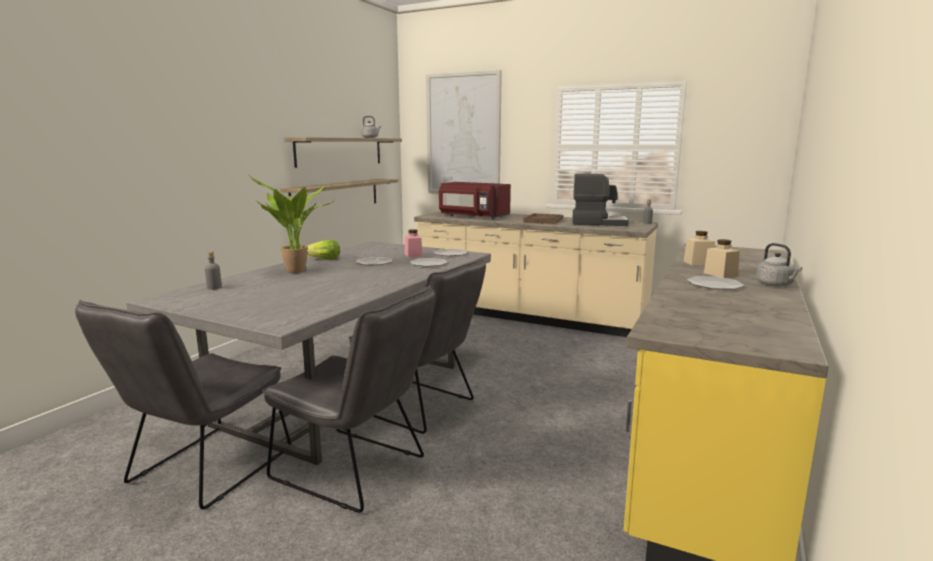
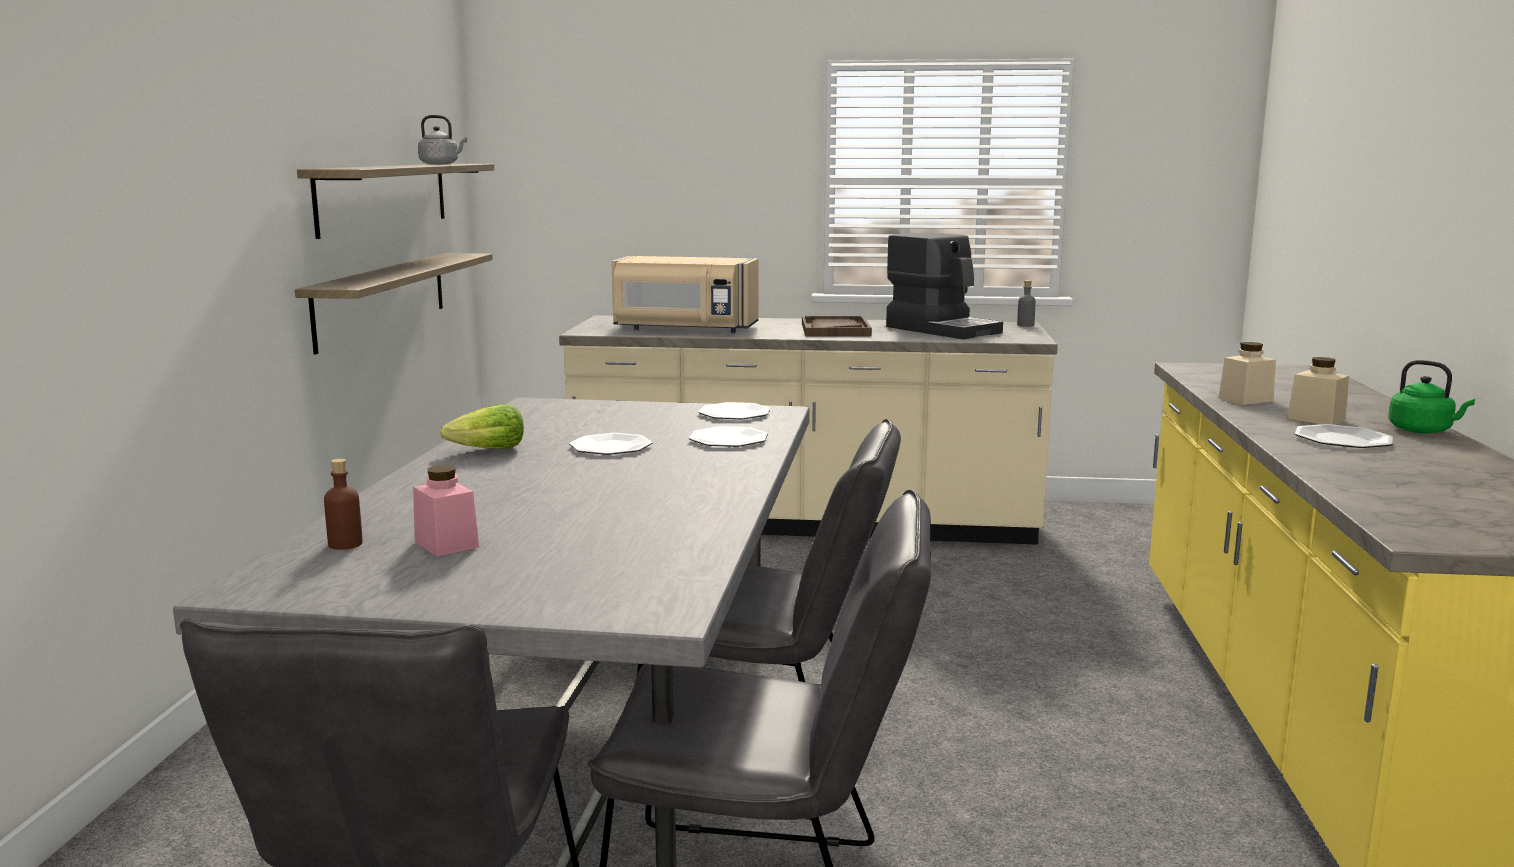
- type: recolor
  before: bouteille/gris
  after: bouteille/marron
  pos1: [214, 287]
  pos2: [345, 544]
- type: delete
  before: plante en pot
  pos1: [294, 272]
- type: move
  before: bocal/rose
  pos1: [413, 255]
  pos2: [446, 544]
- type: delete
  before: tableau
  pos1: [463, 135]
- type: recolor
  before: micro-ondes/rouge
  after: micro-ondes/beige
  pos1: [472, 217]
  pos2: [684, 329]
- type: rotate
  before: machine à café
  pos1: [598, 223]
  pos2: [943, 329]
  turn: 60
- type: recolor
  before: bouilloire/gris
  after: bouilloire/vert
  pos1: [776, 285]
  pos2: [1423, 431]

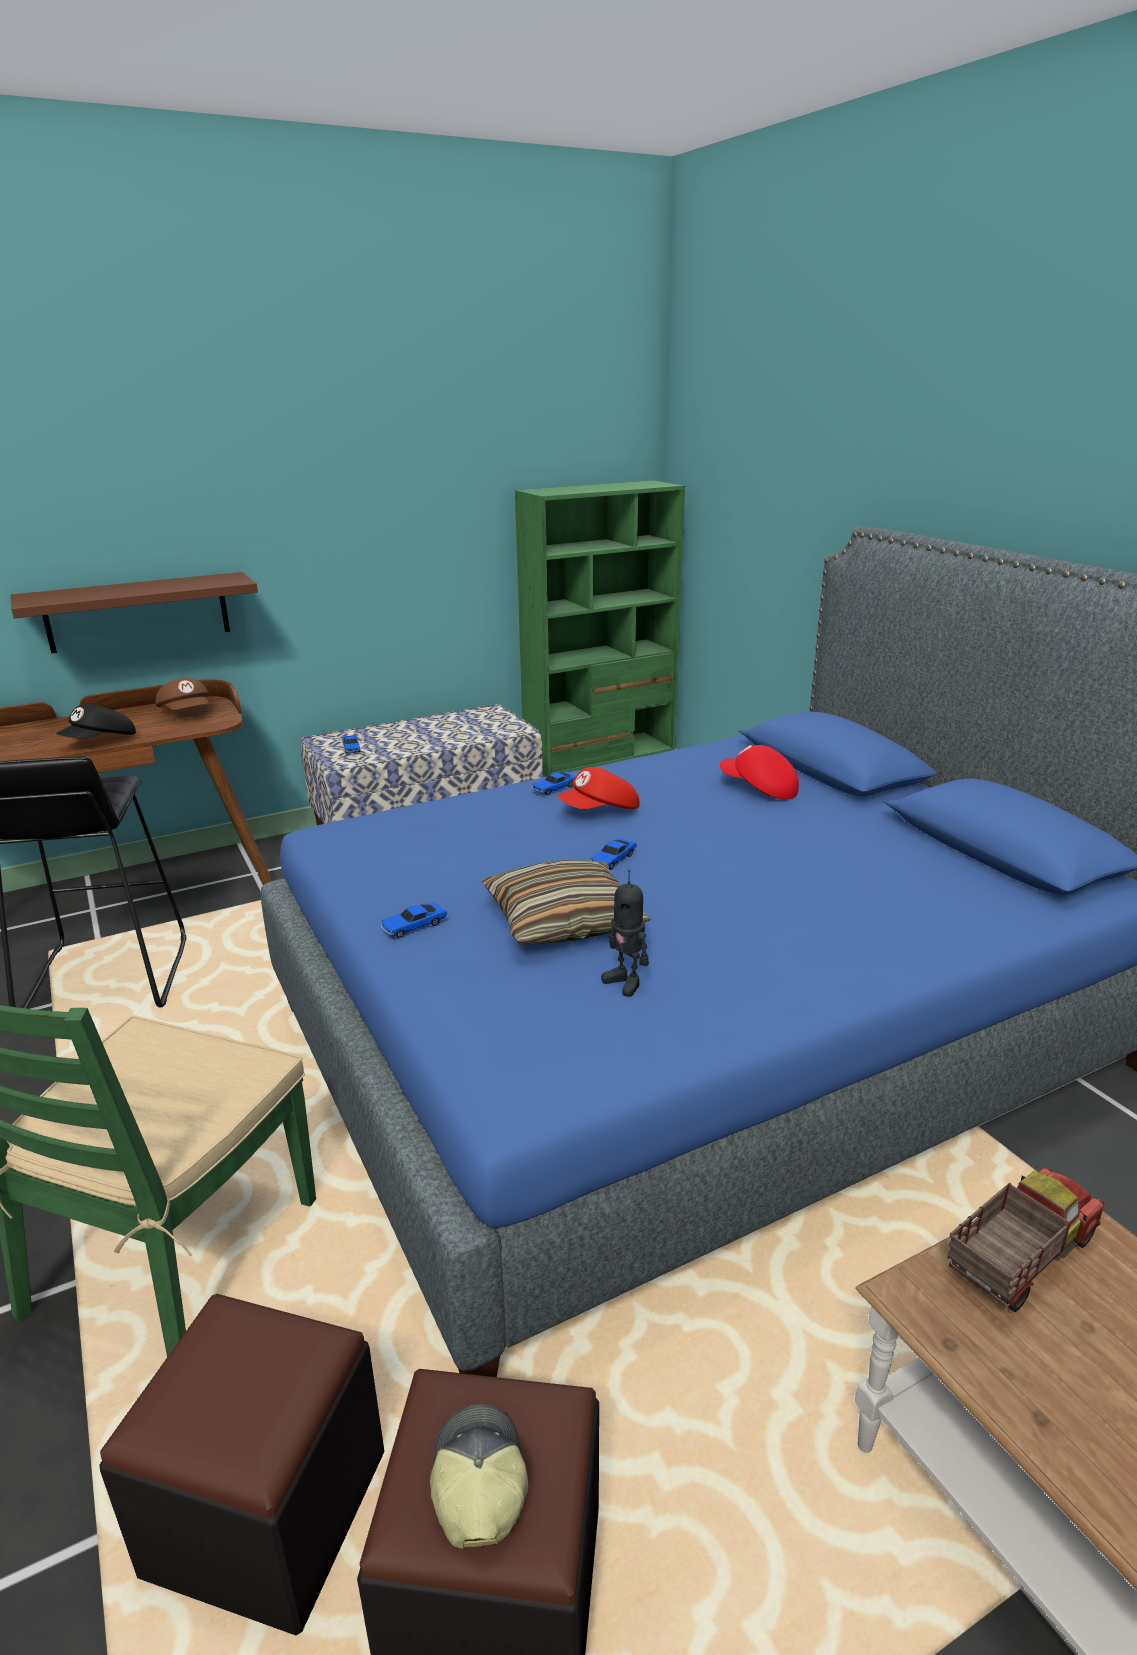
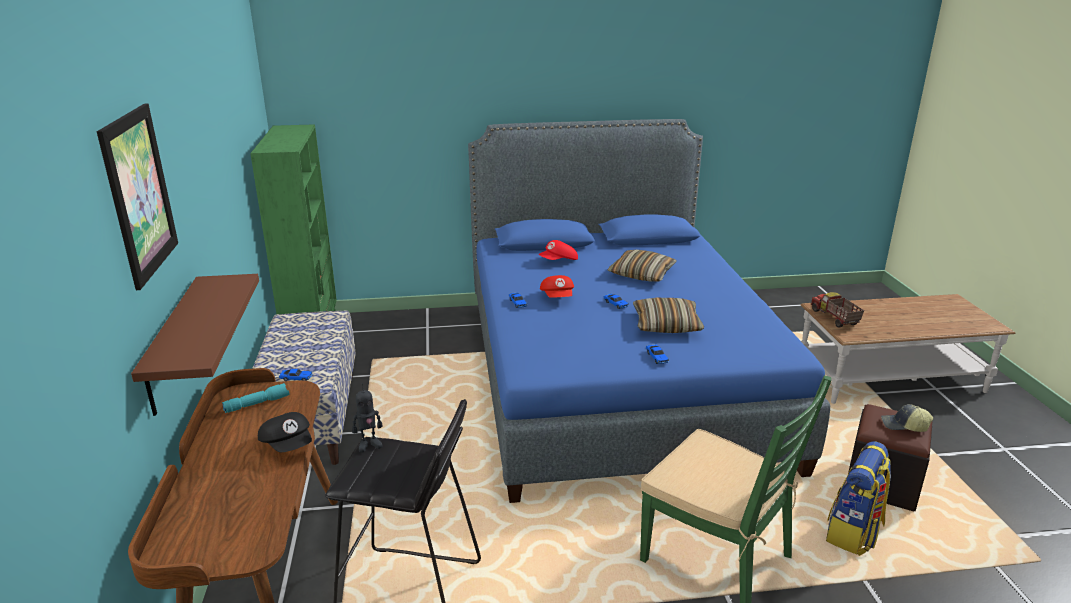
- type: replace
  before: pouf/noir
  after: sac à dos
  pos1: [267, 1511]
  pos2: [853, 533]
- type: replace
  before: casquette/marron
  after: lampe de poche/turquoise
  pos1: [187, 713]
  pos2: [257, 403]
- type: move
  before: robot jouet
  pos1: [625, 982]
  pos2: [369, 445]
- type: insert
  after: tableau
  pos2: [139, 194]
- type: insert
  after: coussin
  pos2: [642, 274]

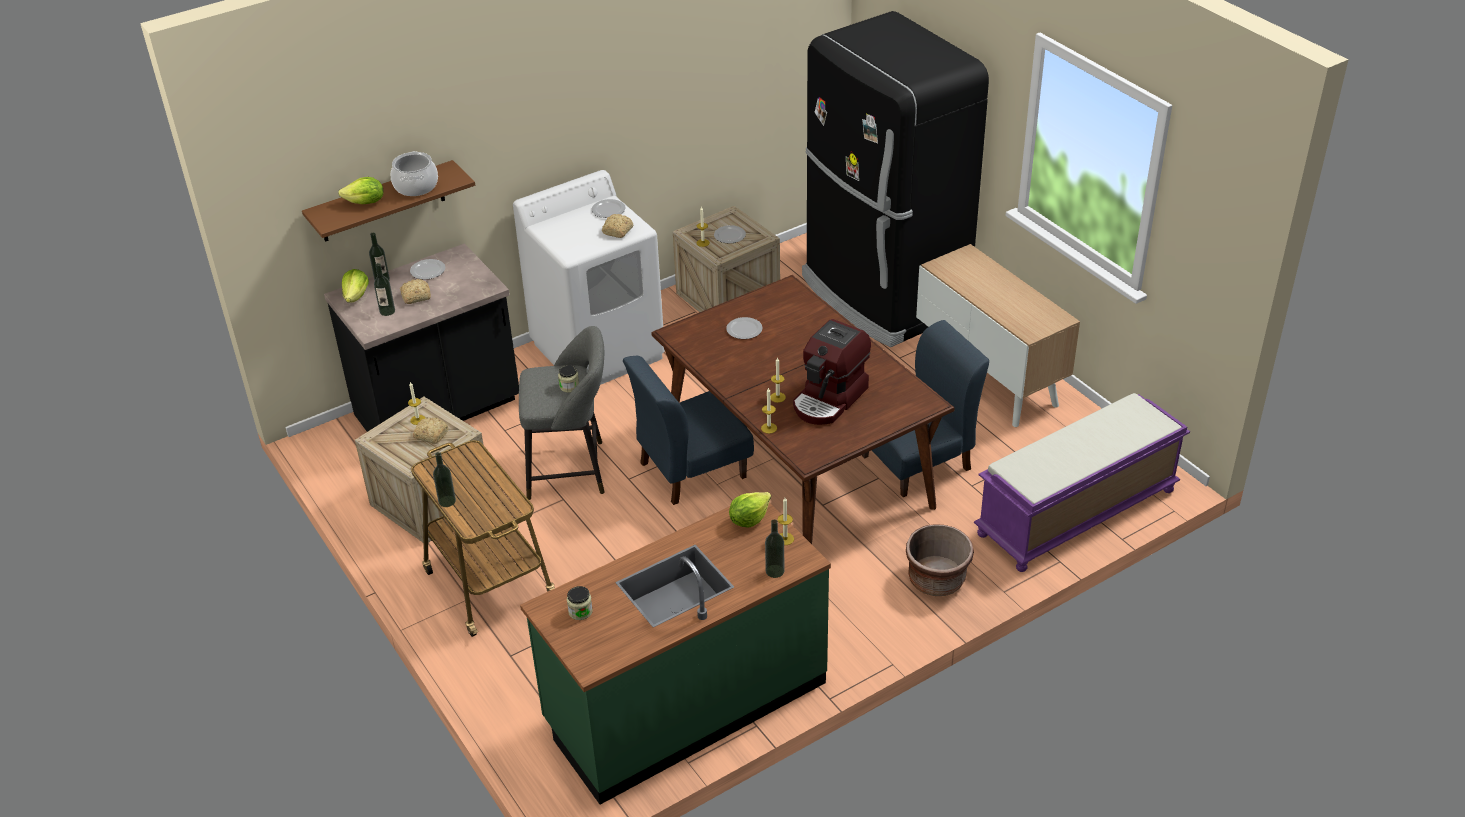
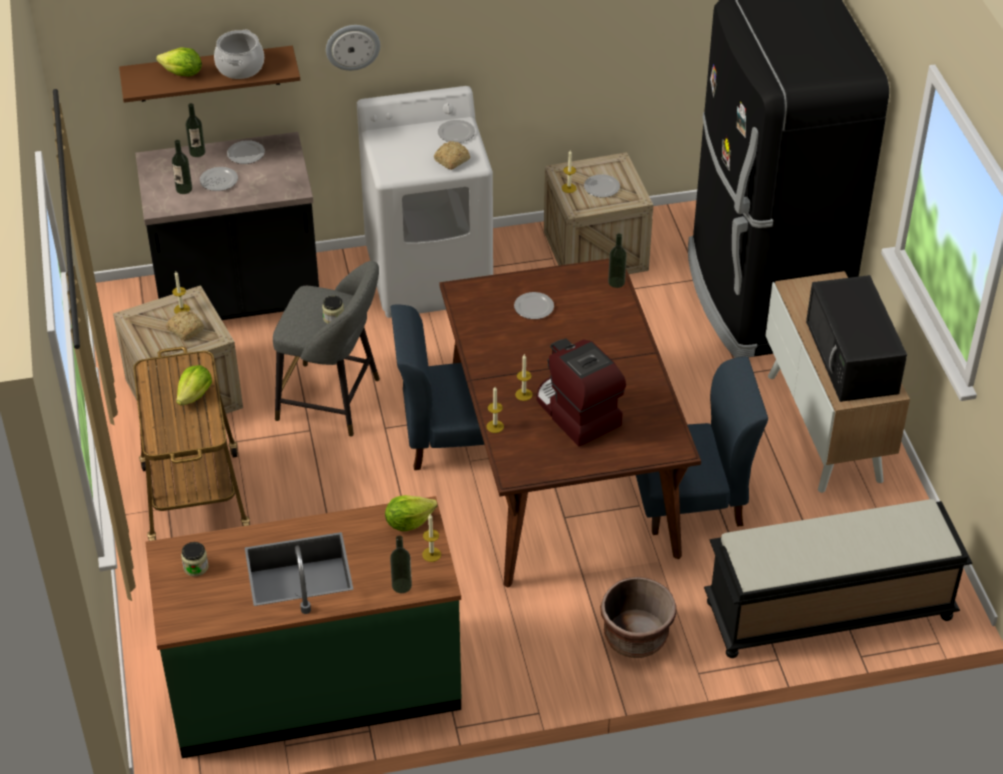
- type: move
  before: laitue
  pos1: [356, 296]
  pos2: [195, 395]
- type: replace
  before: pain
  after: assiette
  pos1: [415, 297]
  pos2: [218, 180]
- type: move
  before: bouteille
  pos1: [447, 501]
  pos2: [616, 282]
- type: rotate
  before: machine à café
  pos1: [830, 399]
  pos2: [576, 413]
  turn: 90
- type: recolor
  before: banc/violet
  after: banc/noir
  pos1: [1076, 513]
  pos2: [828, 612]
- type: insert
  after: horloge murale
  pos2: [352, 46]
- type: insert
  after: micro-ondes/noir
  pos2: [852, 358]

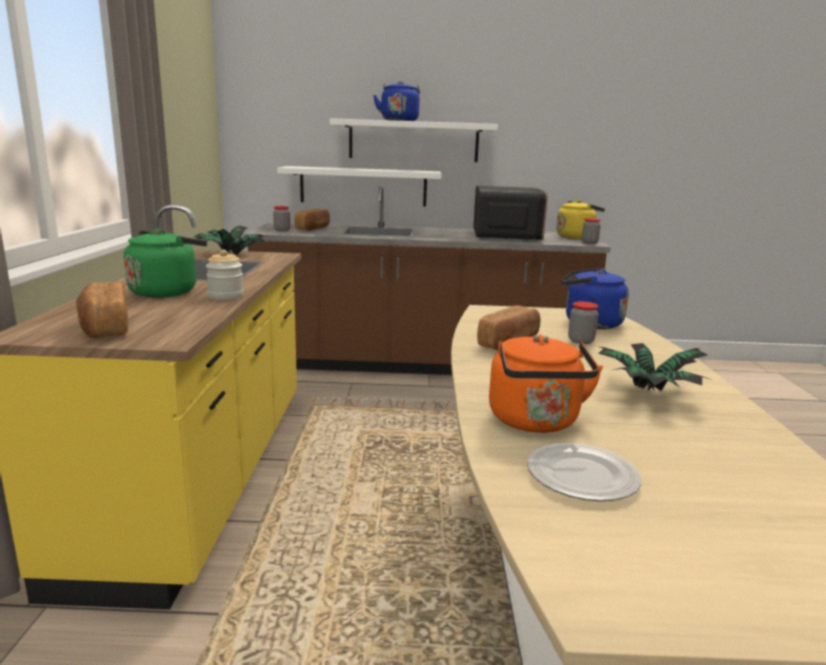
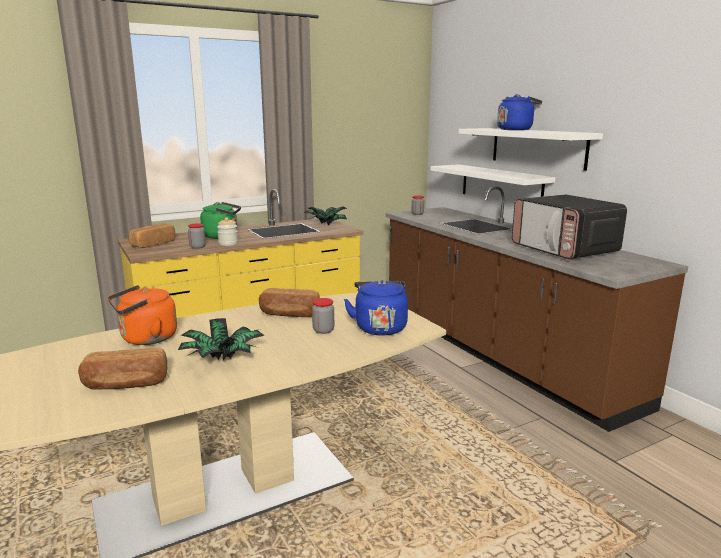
- type: move
  before: pain
  pos1: [313, 228]
  pos2: [126, 384]
- type: rotate
  before: micro-ondes
  pos1: [506, 236]
  pos2: [564, 249]
  turn: 90
- type: delete
  before: assiette
  pos1: [581, 476]
- type: delete
  before: bouilloire/jaune
  pos1: [576, 236]
- type: move
  before: bocal
  pos1: [589, 243]
  pos2: [197, 247]

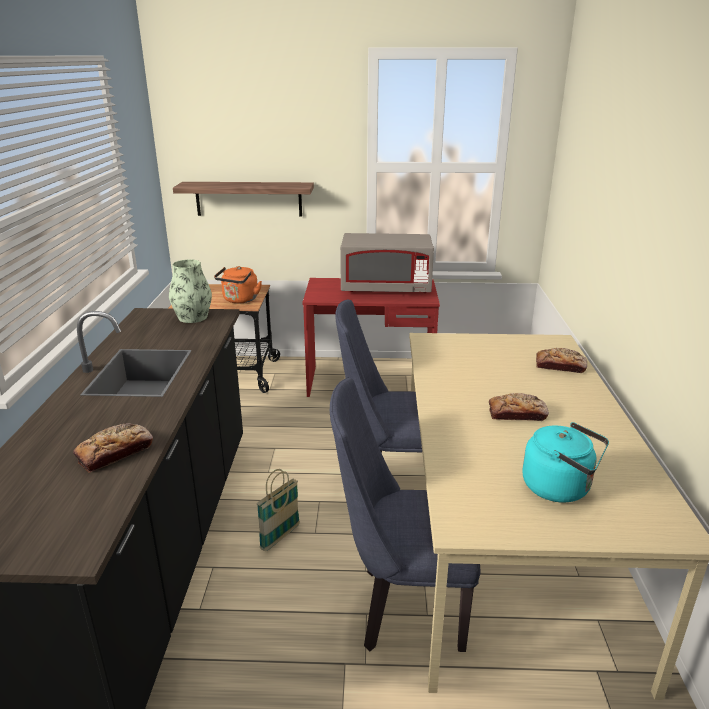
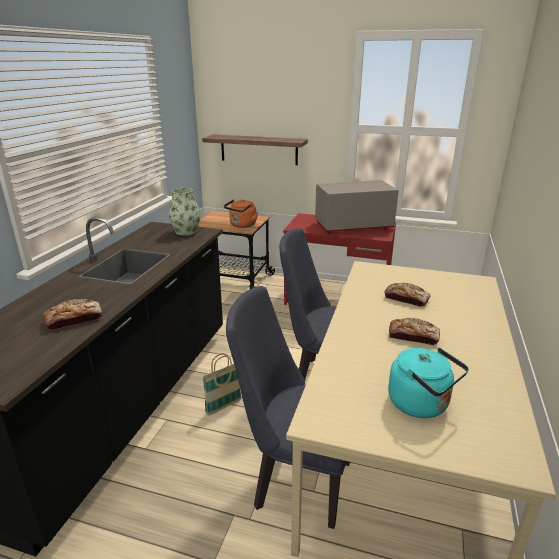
- type: rotate
  before: micro-ondes/gris
  pos1: [386, 288]
  pos2: [353, 226]
  turn: 150
- type: move
  before: pain
  pos1: [560, 366]
  pos2: [406, 299]

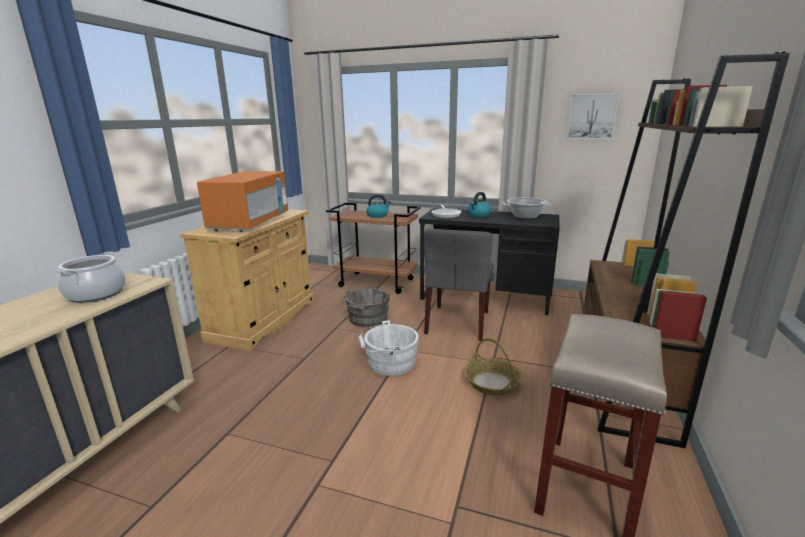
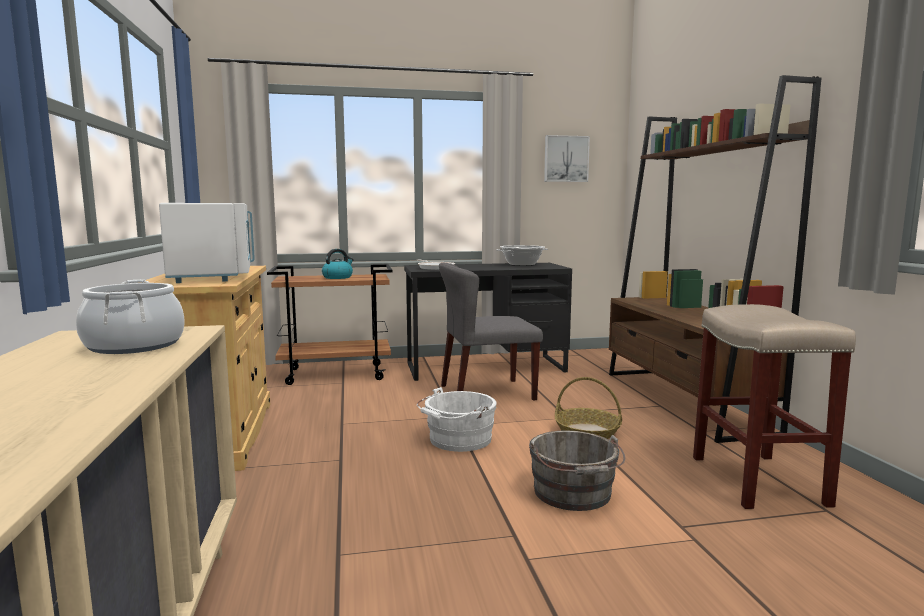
- type: recolor
  before: micro-ondes/orange
  after: micro-ondes/blanc
  pos1: [250, 223]
  pos2: [214, 276]
- type: move
  before: seau/gris
  pos1: [367, 319]
  pos2: [574, 494]
- type: rotate
  before: chaise/gris
  pos1: [458, 322]
  pos2: [486, 393]
  turn: 90
- type: delete
  before: bouilloire
  pos1: [478, 215]

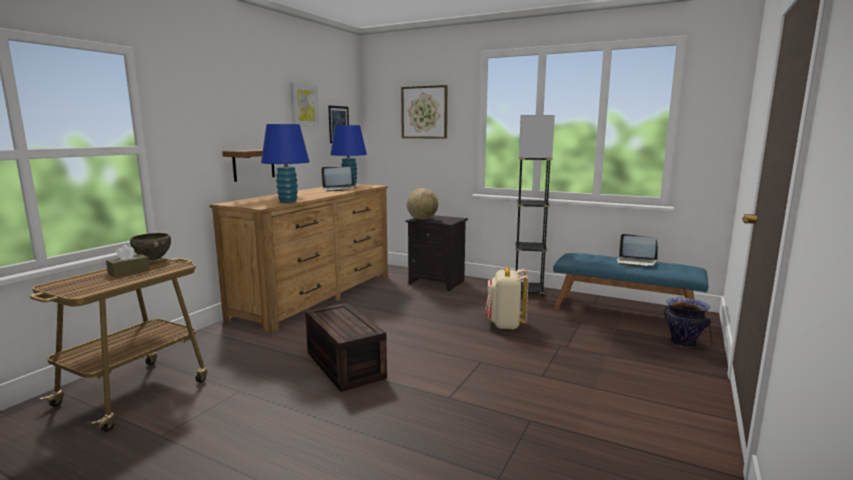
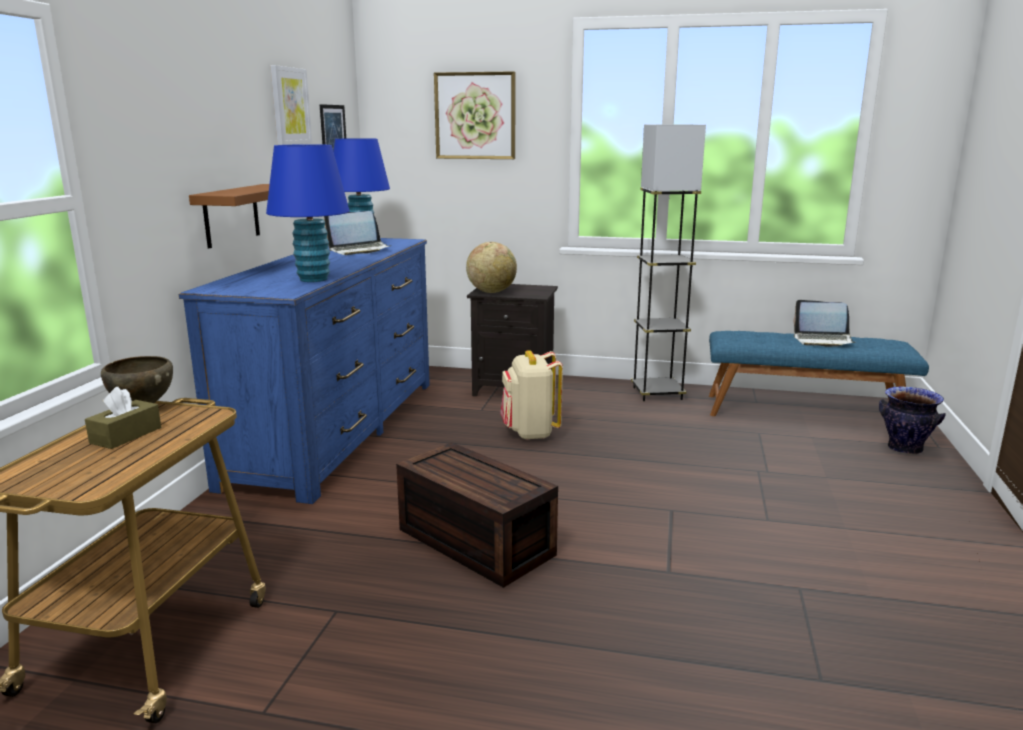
- type: recolor
  before: commode/marron
  after: commode/bleu
  pos1: [316, 295]
  pos2: [338, 430]
- type: move
  before: sac à dos/beige
  pos1: [505, 325]
  pos2: [530, 433]

